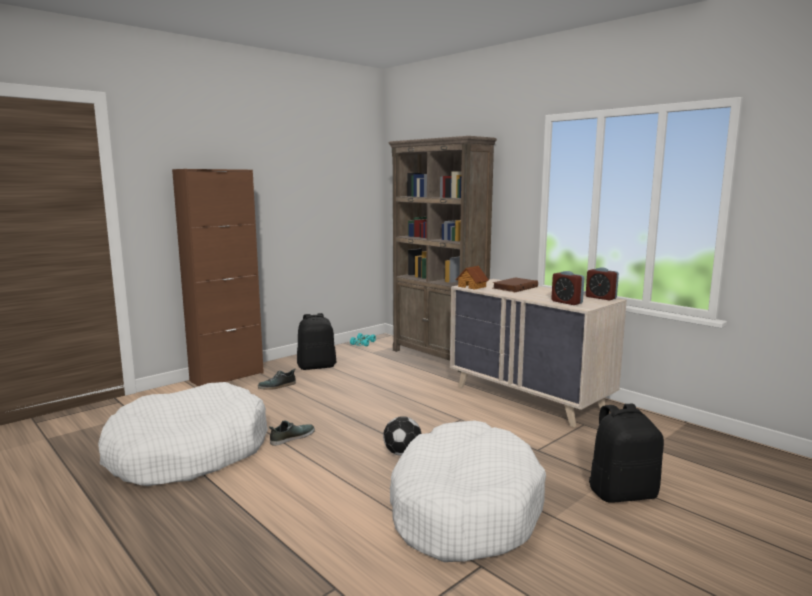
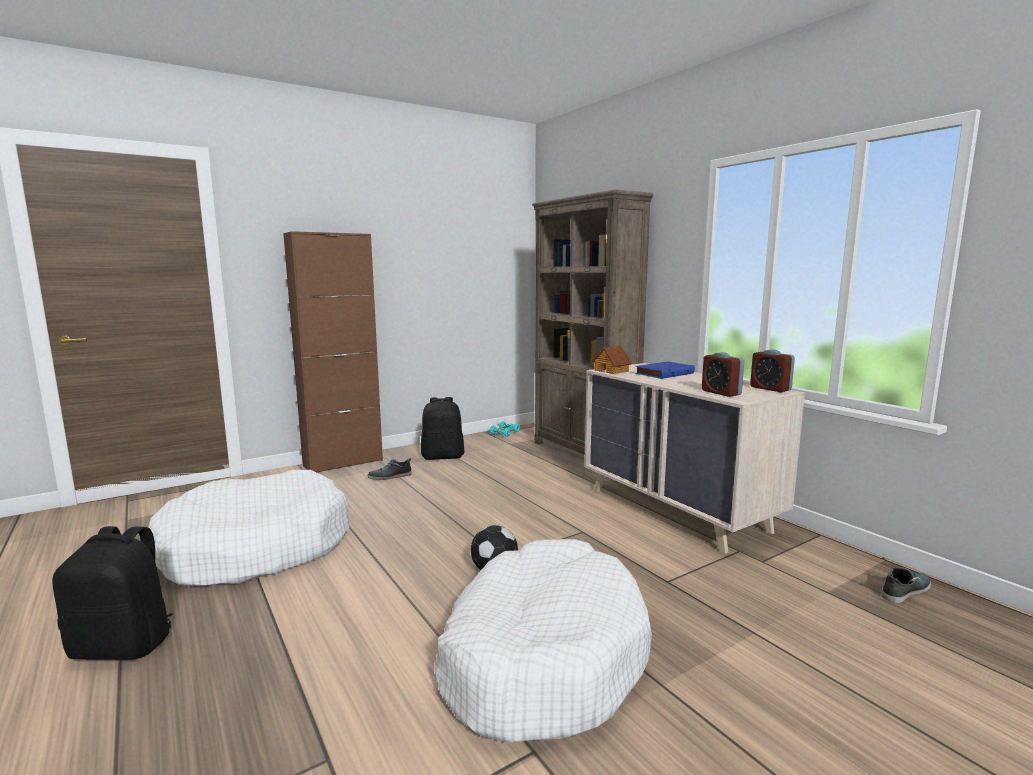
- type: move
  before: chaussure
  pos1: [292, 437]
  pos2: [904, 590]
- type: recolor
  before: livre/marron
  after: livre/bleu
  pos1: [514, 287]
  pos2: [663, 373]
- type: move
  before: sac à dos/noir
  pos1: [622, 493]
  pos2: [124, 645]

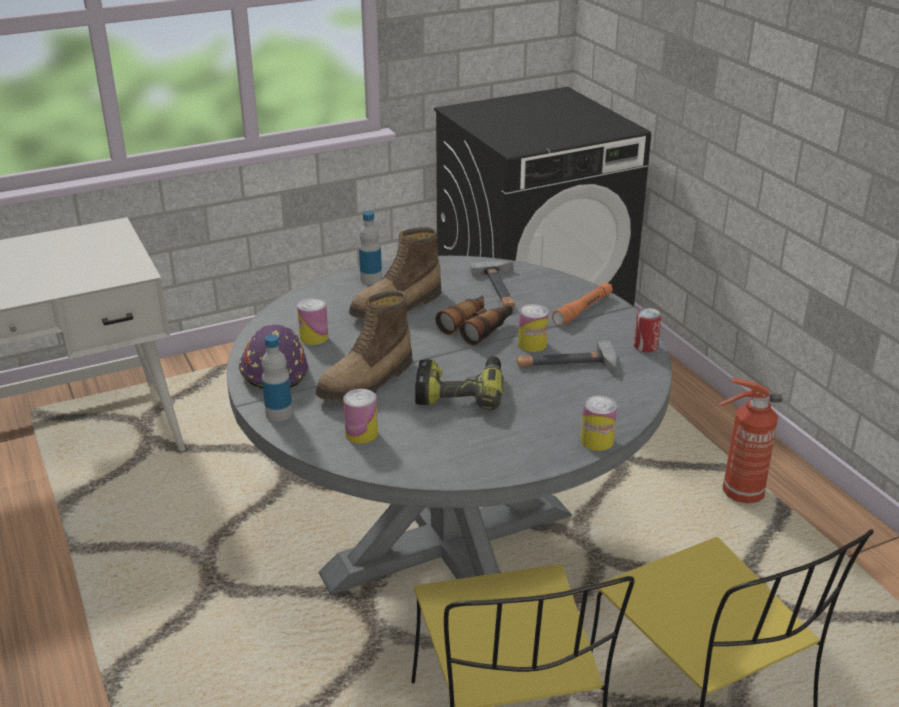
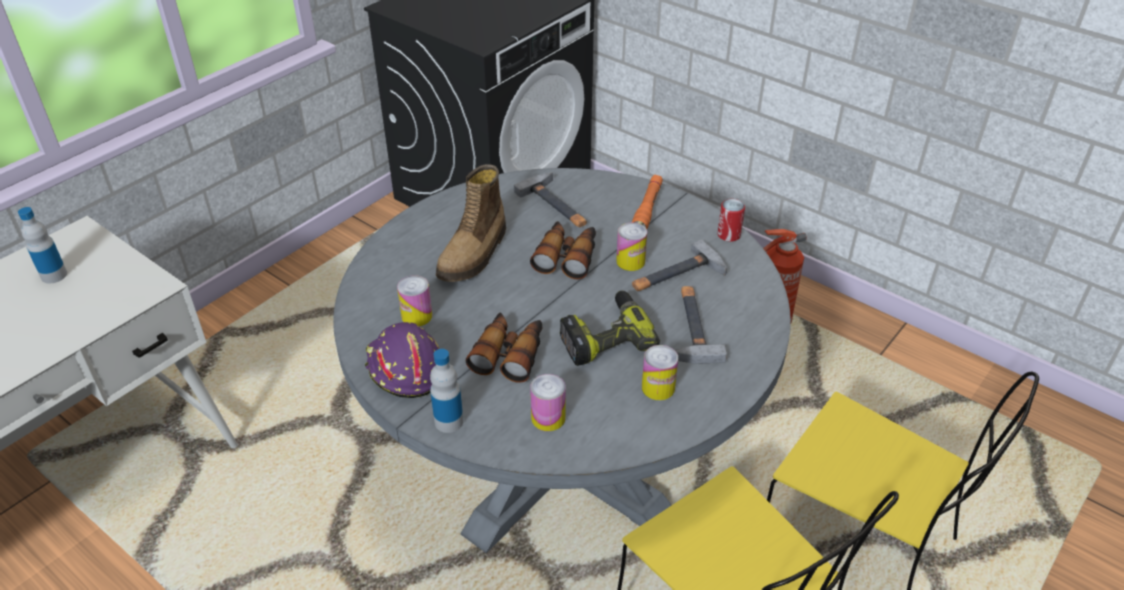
- type: replace
  before: botte
  after: jumelles
  pos1: [367, 381]
  pos2: [509, 353]
- type: move
  before: bouteille
  pos1: [371, 279]
  pos2: [54, 275]
- type: move
  before: boîte métallique
  pos1: [597, 441]
  pos2: [658, 388]
- type: insert
  after: marteau
  pos2: [691, 327]

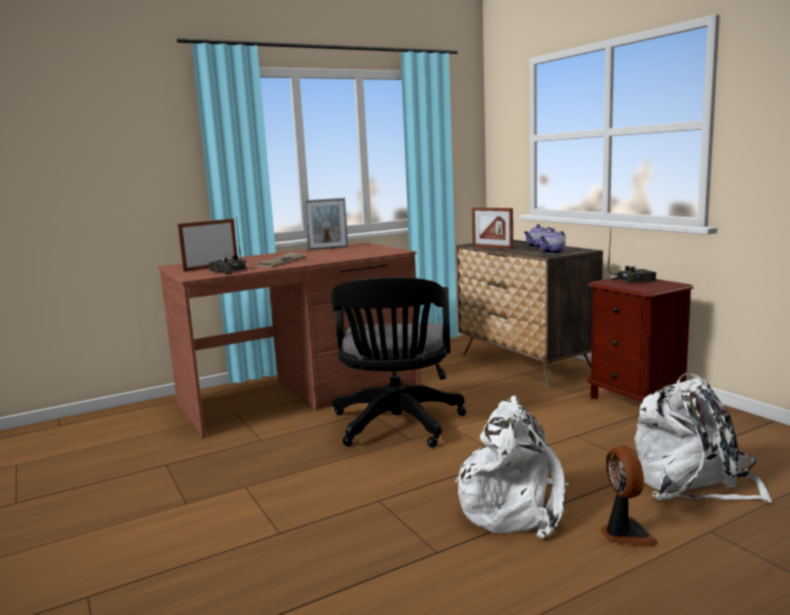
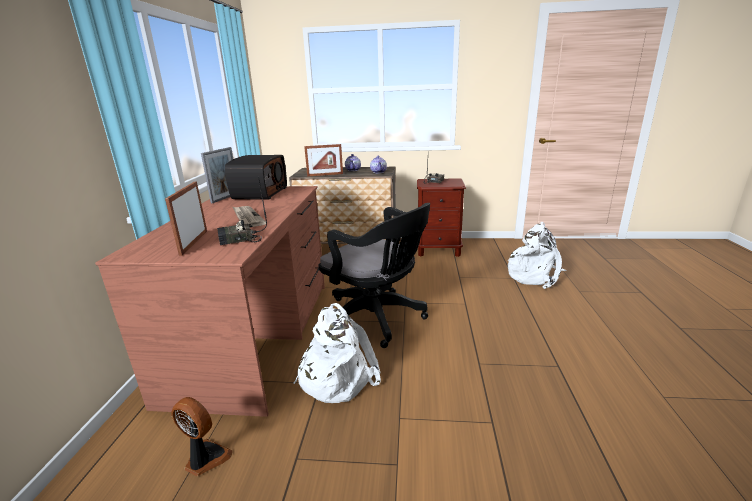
- type: move
  before: sac à dos/blanc
  pos1: [514, 507]
  pos2: [336, 376]
- type: move
  before: ventilateur
  pos1: [625, 534]
  pos2: [205, 459]
- type: insert
  after: radio
  pos2: [259, 193]

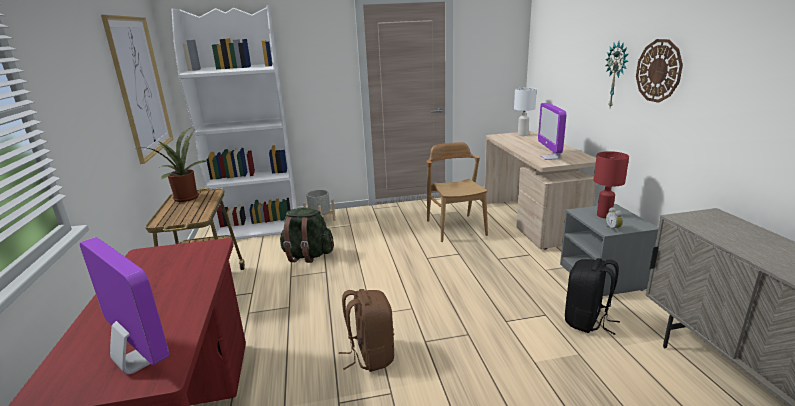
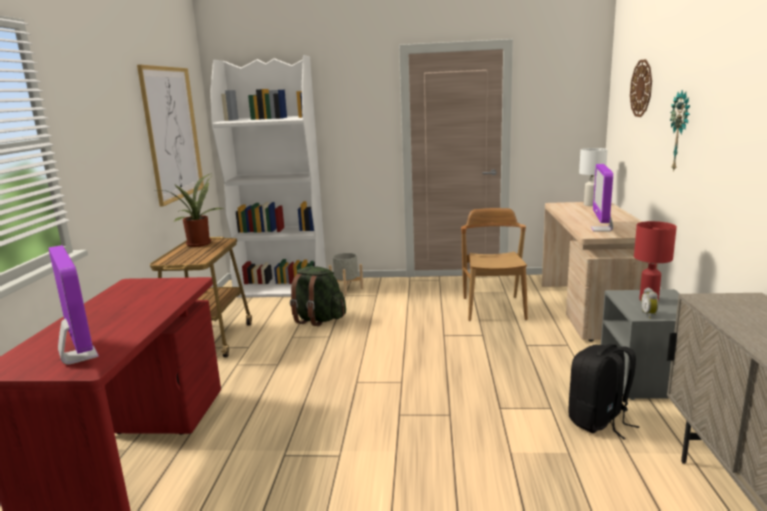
- type: delete
  before: sac à dos/marron
  pos1: [370, 355]
- type: move
  before: horloge murale
  pos1: [658, 71]
  pos2: [641, 88]

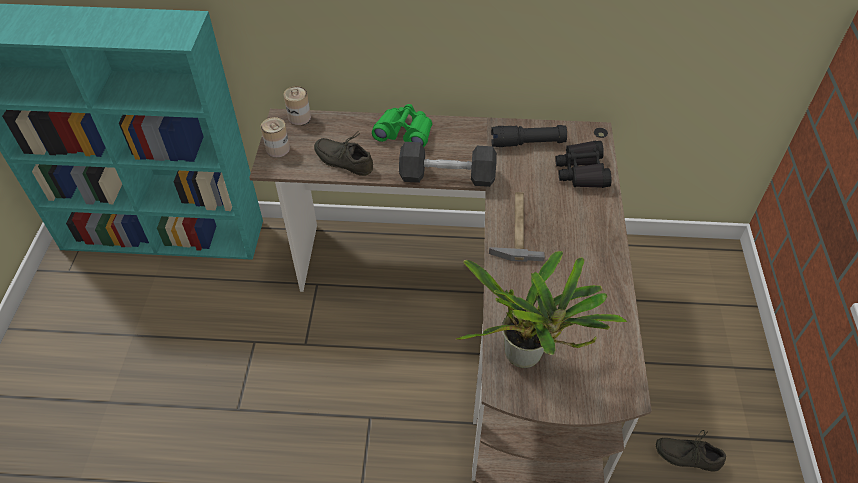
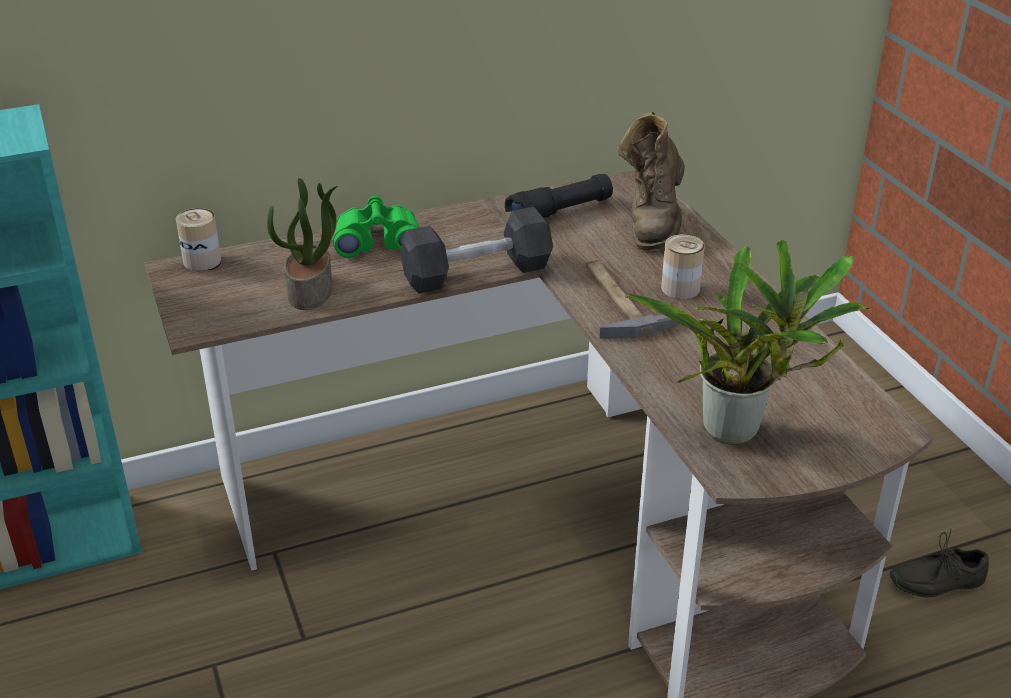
- type: move
  before: boîte métallique
  pos1: [278, 149]
  pos2: [680, 288]
- type: replace
  before: chaussure/gris
  after: plante en pot
  pos1: [345, 160]
  pos2: [311, 291]
- type: replace
  before: jumelles/noir
  after: botte/marron
  pos1: [582, 171]
  pos2: [653, 223]

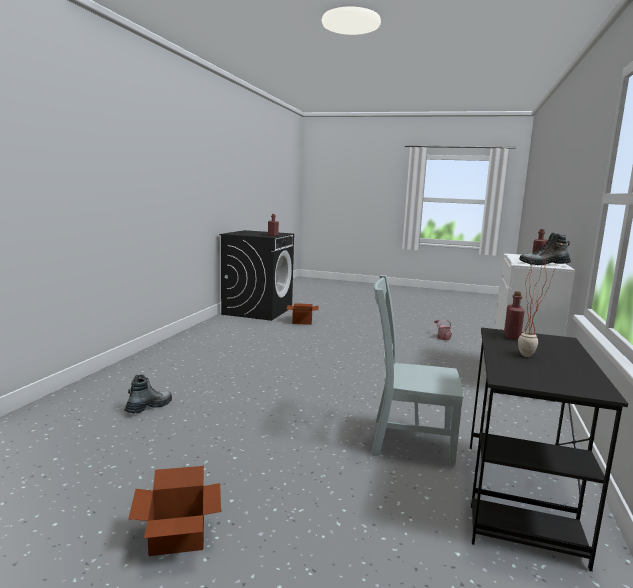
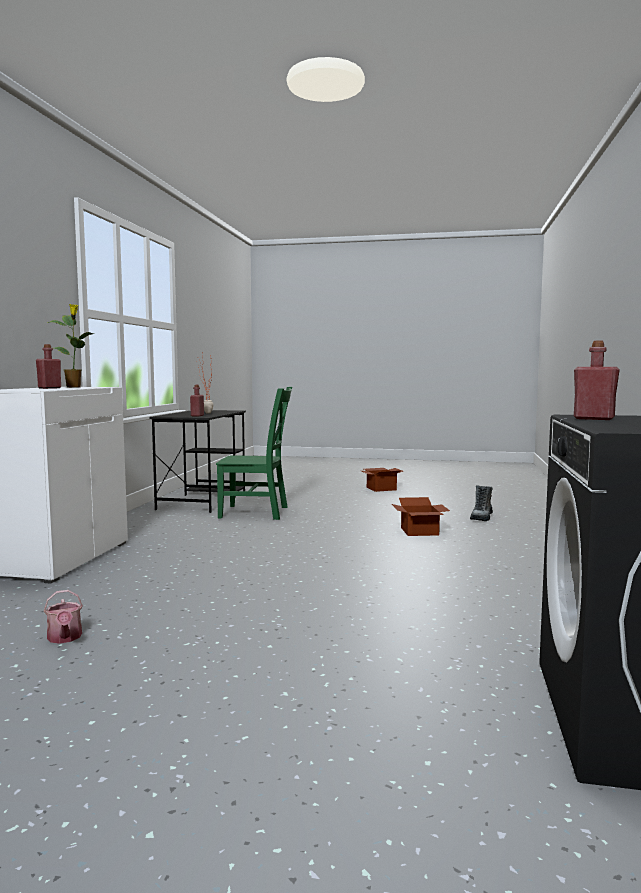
- type: move
  before: carton
  pos1: [302, 321]
  pos2: [419, 532]
- type: recolor
  before: chaise/gris
  after: chaise/vert
  pos1: [407, 441]
  pos2: [257, 512]
- type: replace
  before: botte
  after: plante en pot
  pos1: [544, 264]
  pos2: [74, 387]

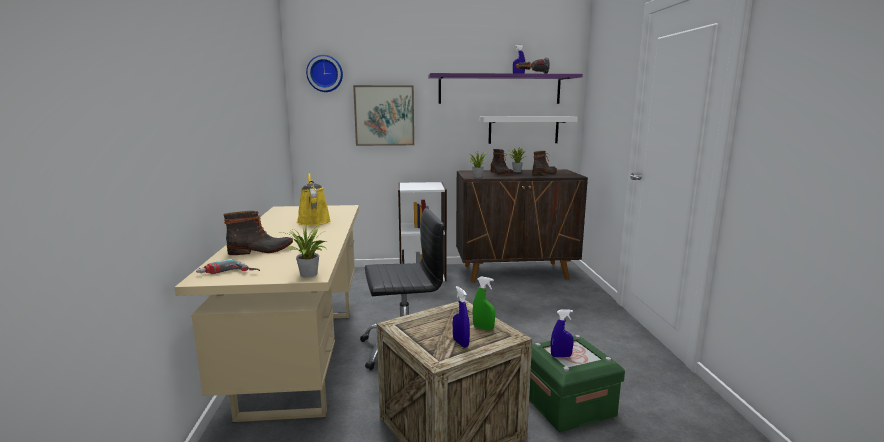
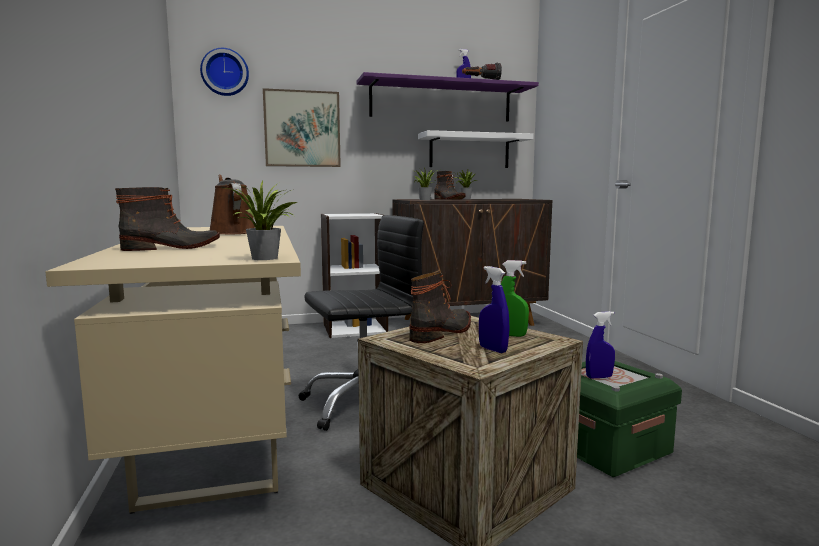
- type: delete
  before: perceuse
  pos1: [228, 274]
- type: recolor
  before: arrosoir/jaune
  after: arrosoir/marron
  pos1: [313, 221]
  pos2: [231, 232]
- type: move
  before: botte
  pos1: [545, 174]
  pos2: [442, 332]

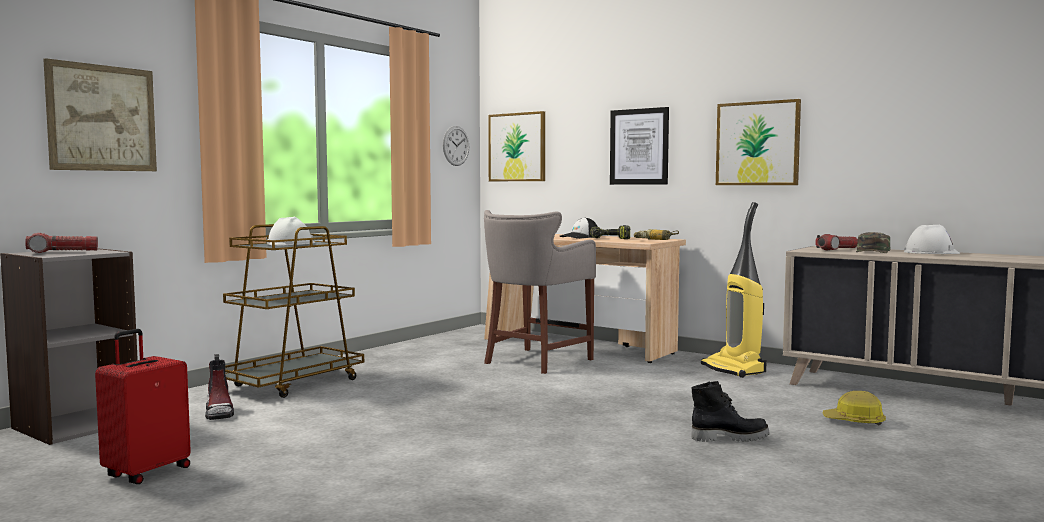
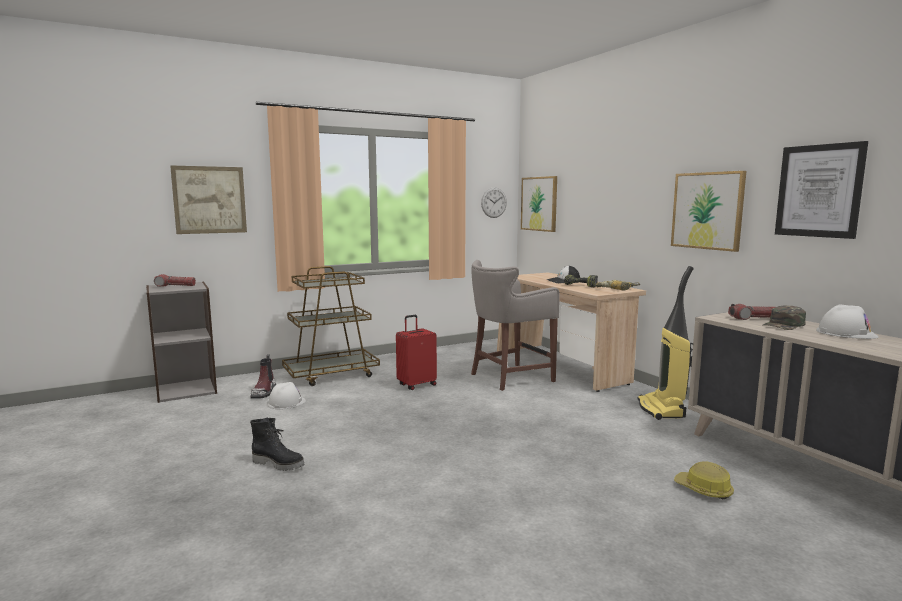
- type: move
  before: valise/rouge
  pos1: [146, 472]
  pos2: [416, 385]
- type: move
  before: casque de chantier/blanc
  pos1: [291, 244]
  pos2: [286, 403]
- type: move
  before: tableau
  pos1: [639, 146]
  pos2: [819, 191]
- type: move
  before: botte/noir
  pos1: [729, 438]
  pos2: [279, 464]

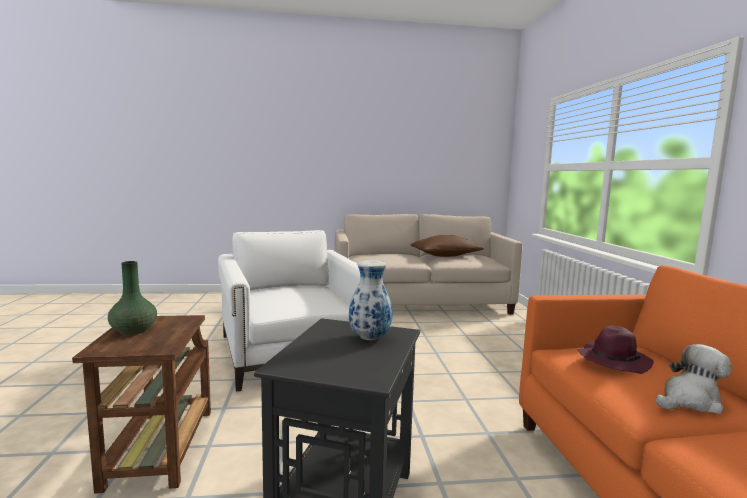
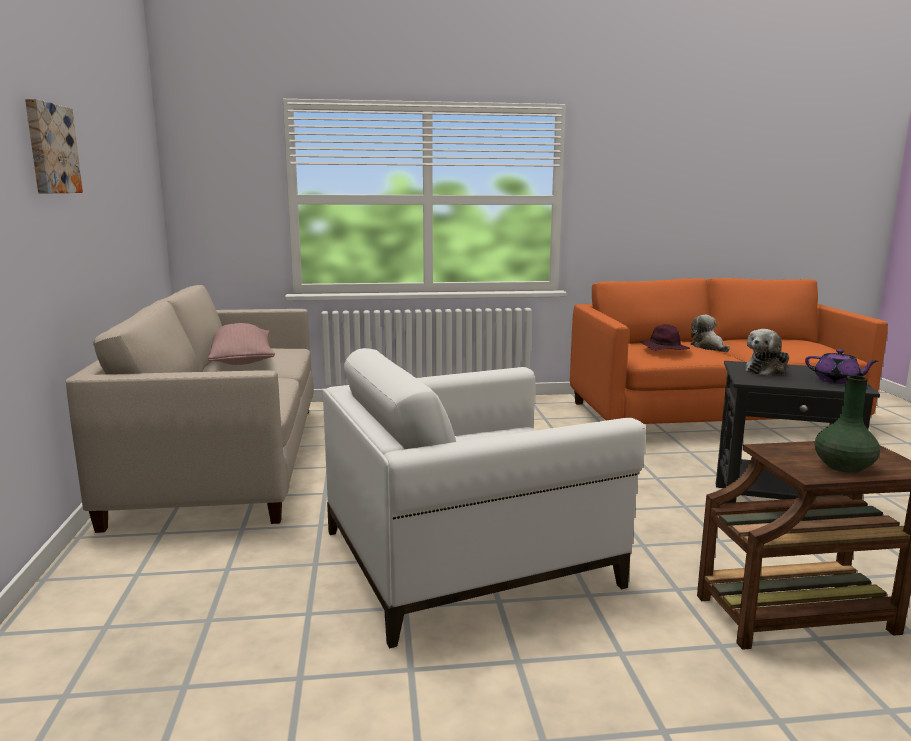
- type: replace
  before: vase
  after: peluche
  pos1: [370, 338]
  pos2: [767, 370]
- type: recolor
  before: coussin/marron
  after: coussin/rose
  pos1: [446, 256]
  pos2: [242, 361]
- type: insert
  after: tableau
  pos2: [50, 149]
- type: insert
  after: théière/violet
  pos2: [837, 380]

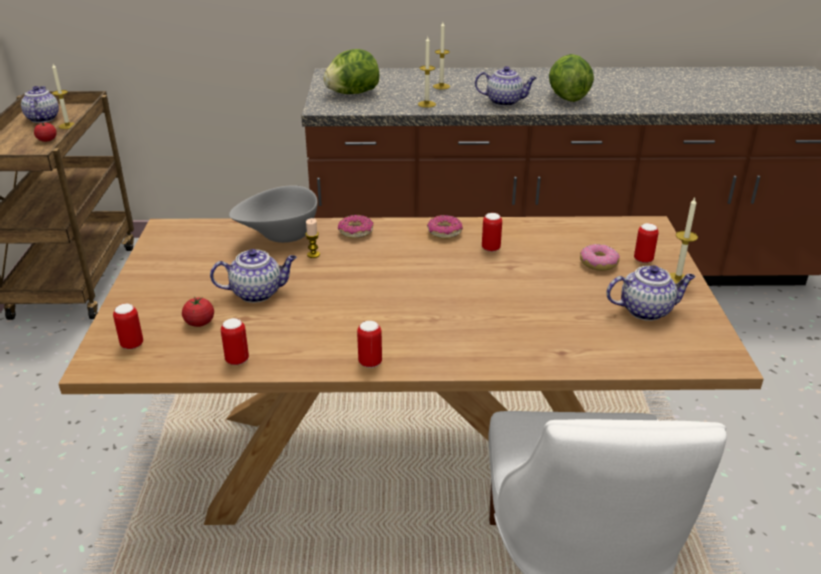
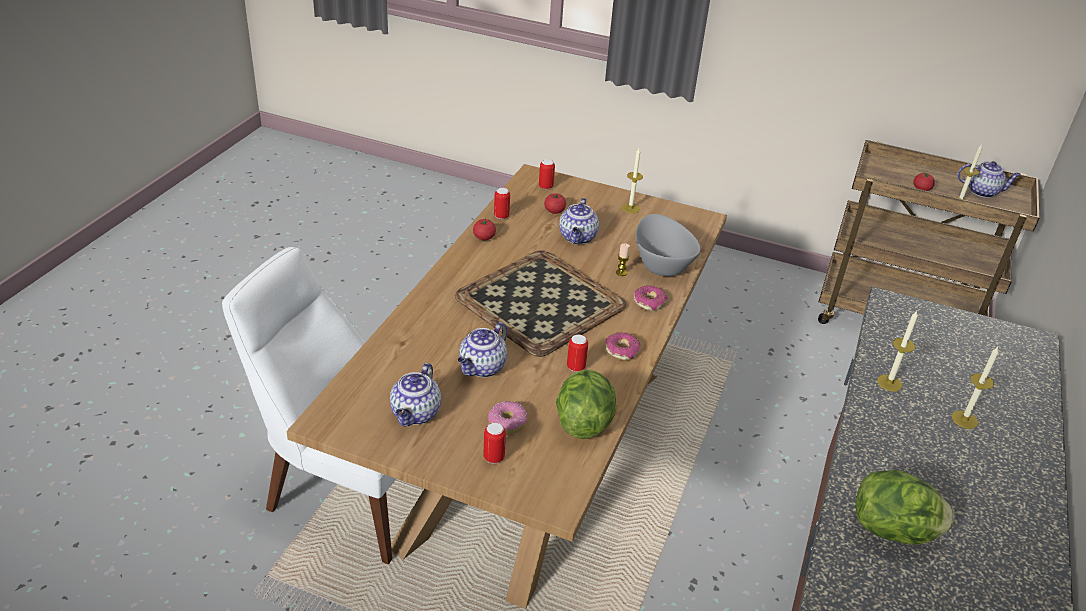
- type: move
  before: laitue
  pos1: [352, 93]
  pos2: [583, 422]
- type: delete
  before: boîte métallique
  pos1: [370, 362]
- type: move
  before: théière
  pos1: [505, 102]
  pos2: [482, 368]
- type: move
  before: bougie
  pos1: [677, 279]
  pos2: [630, 208]
- type: insert
  after: plateau
  pos2: [538, 302]
- type: insert
  after: tomate
  pos2: [484, 237]

